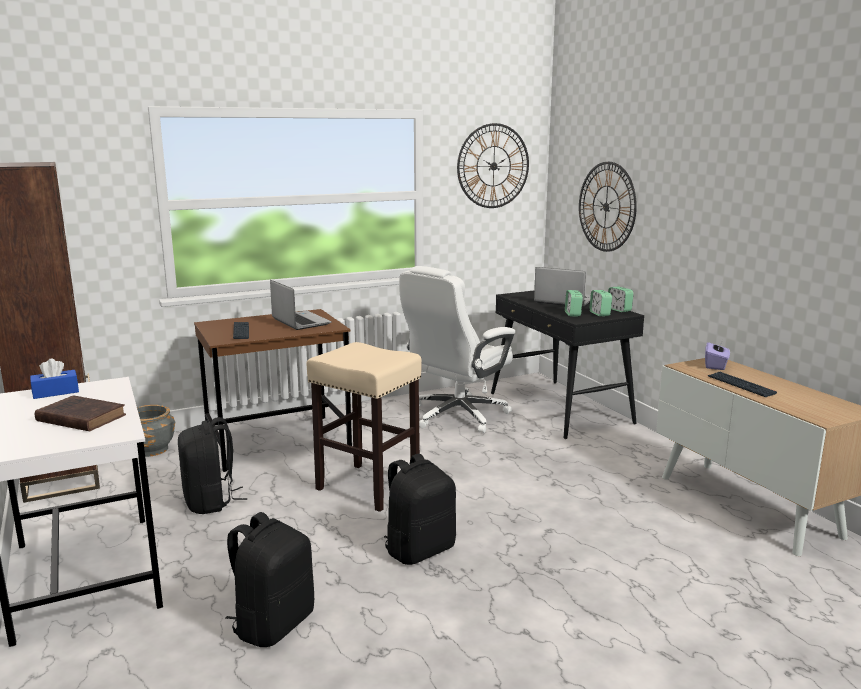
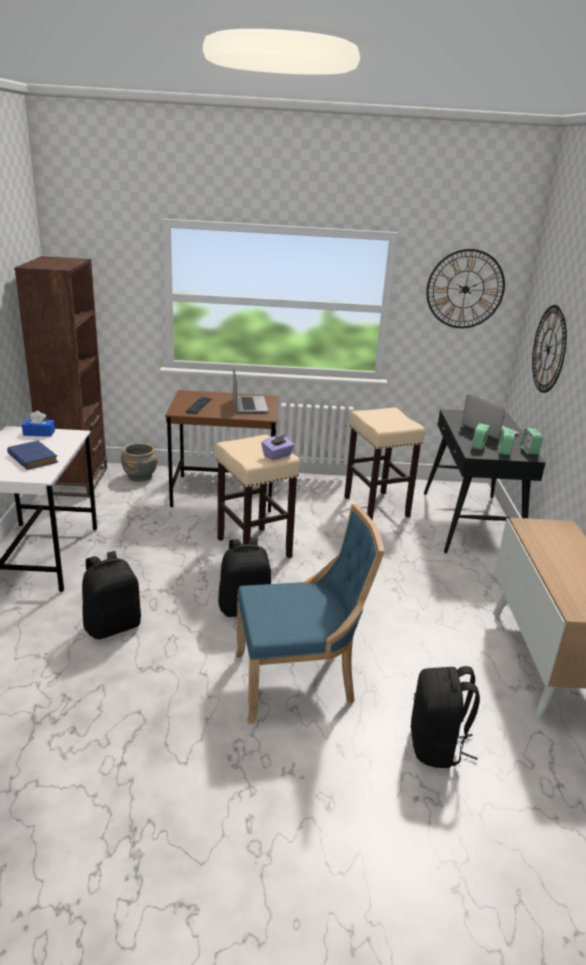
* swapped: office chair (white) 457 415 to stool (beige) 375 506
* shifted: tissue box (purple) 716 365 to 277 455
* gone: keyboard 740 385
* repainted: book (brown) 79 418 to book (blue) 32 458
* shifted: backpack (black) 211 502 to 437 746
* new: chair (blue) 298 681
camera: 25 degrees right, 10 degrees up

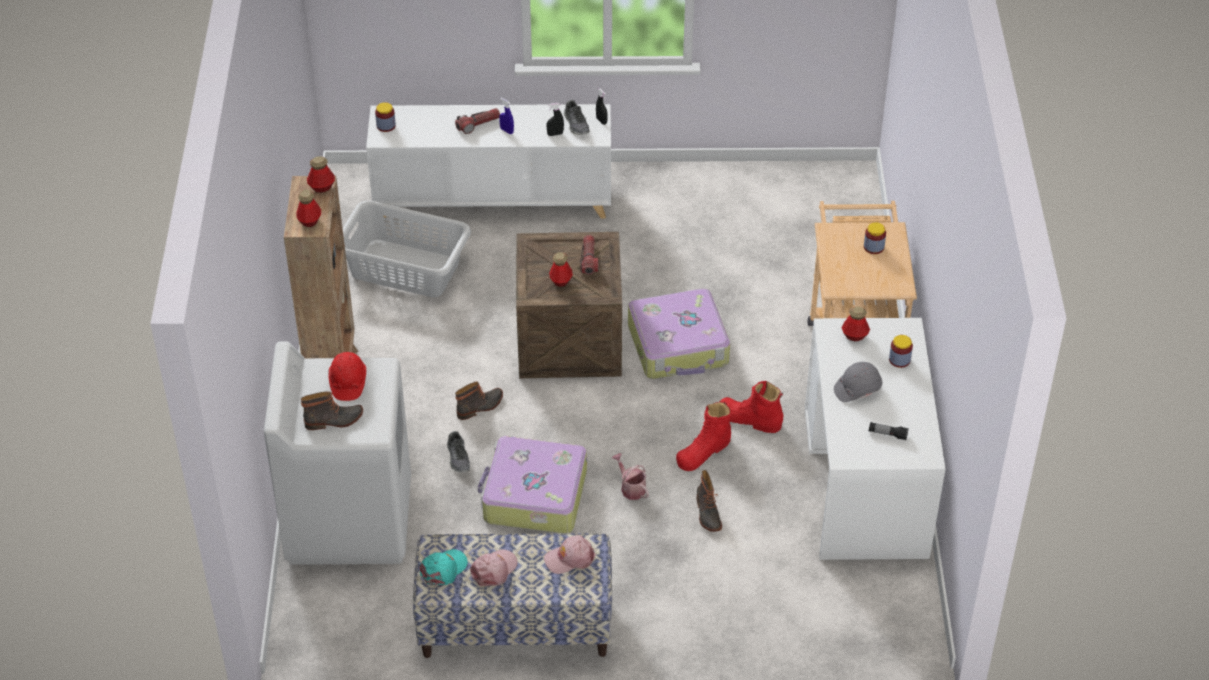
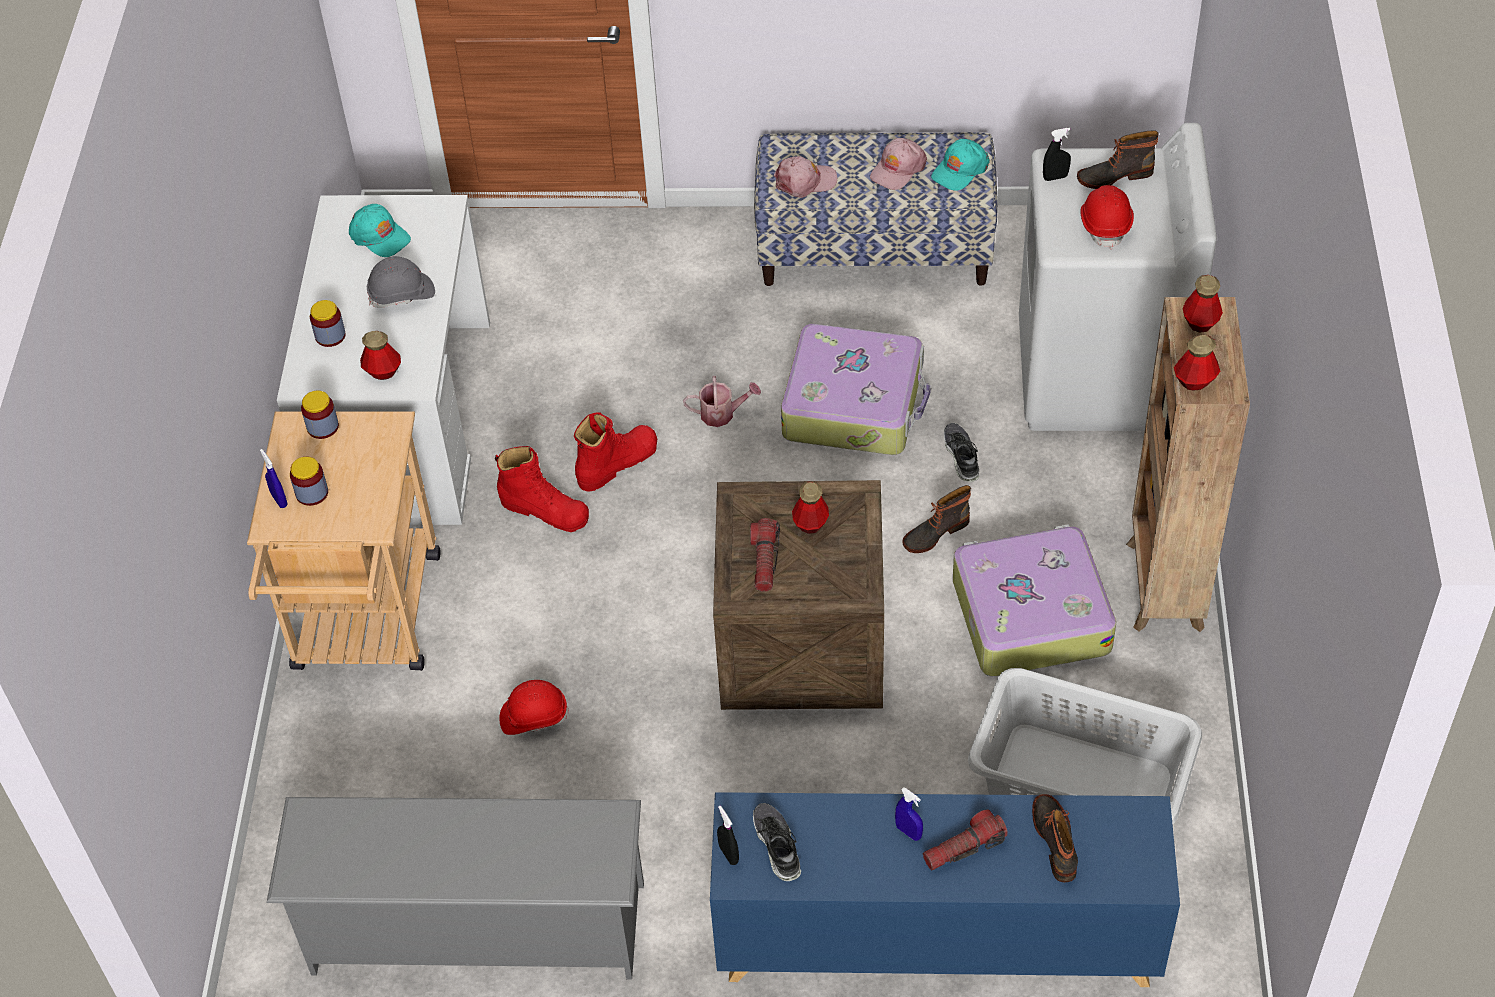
* shifted: jar 386 126 to 322 427
* shifted: spray bottle (black) 555 134 to 1055 177
* repainted: cabinet (white) 494 200 to cabinet (blue) 935 939
* shifted: suitcase 679 345 to 1029 614
* swapped: flashlight 887 434 to cap (turquoise) 380 236
* rotated: watering can 631 488 = 722 414 60 degrees counterclockwise
* shifted: boot 707 514 to 1056 841
* new: spray bottle (blue) 279 500
* new: hard hat (red) 533 716
* new: shoe rack (grey) 476 929
camera: 175 degrees left, 5 degrees up

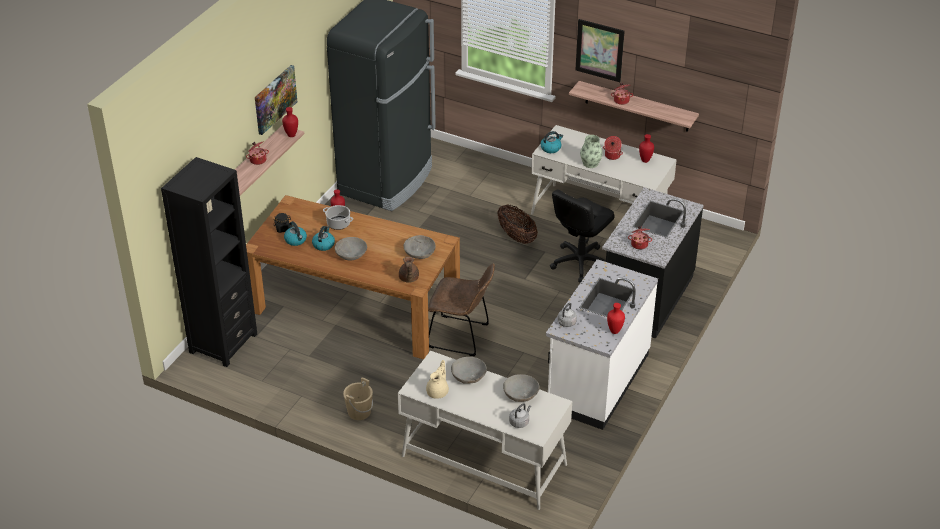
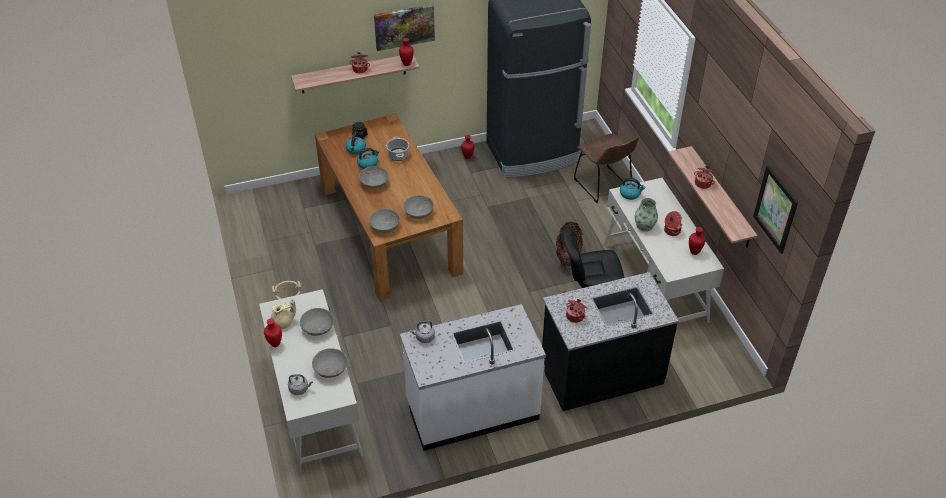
* shifted: picture 599 50 to 775 209
* gone: bookcase (black) 223 343
* swapped: teapot (brown) 408 279 to bowl (grey) 384 226
* shifted: chair (brown) 461 336 to 604 186
* shifted: vase (red) 615 331 to 276 344
camera: 45 degrees right, 5 degrees up

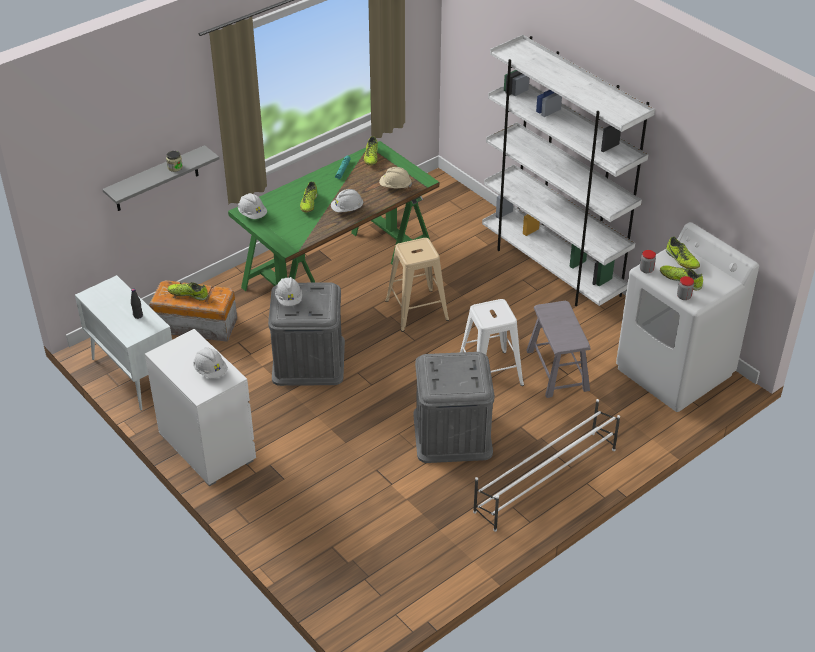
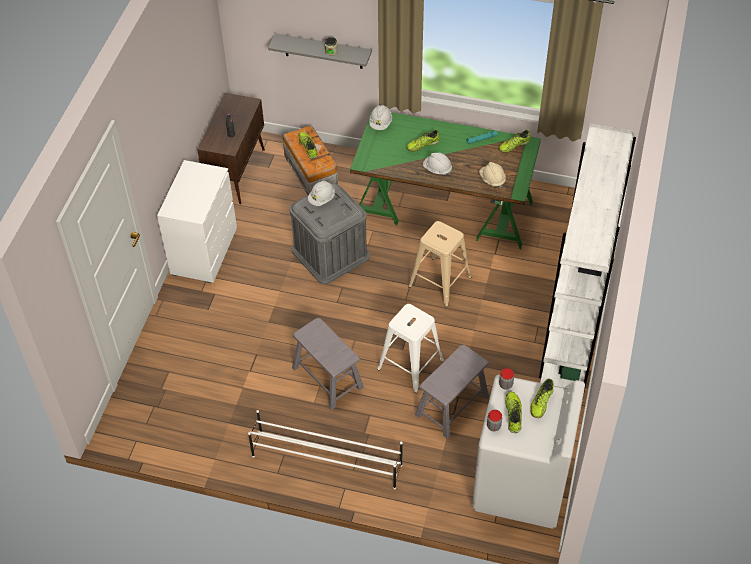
* repainted: cabinet (white) 133 374 to cabinet (brown) 237 173
* gone: hard hat (white) 210 371
* swapped: storage box (grey) 452 433 to stool (grey) 327 377
camera: 55 degrees right, 10 degrees up

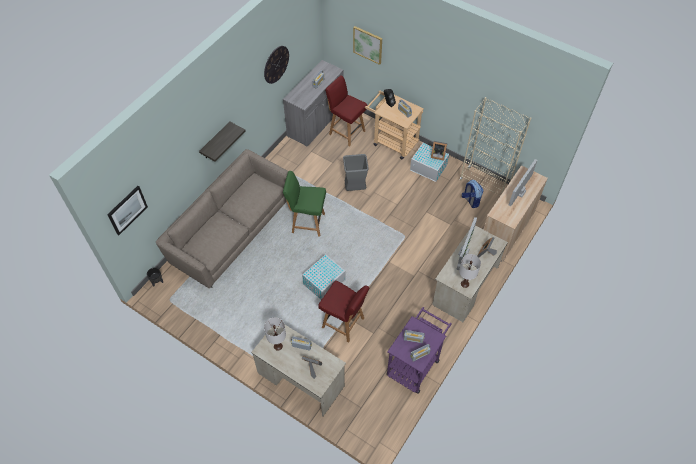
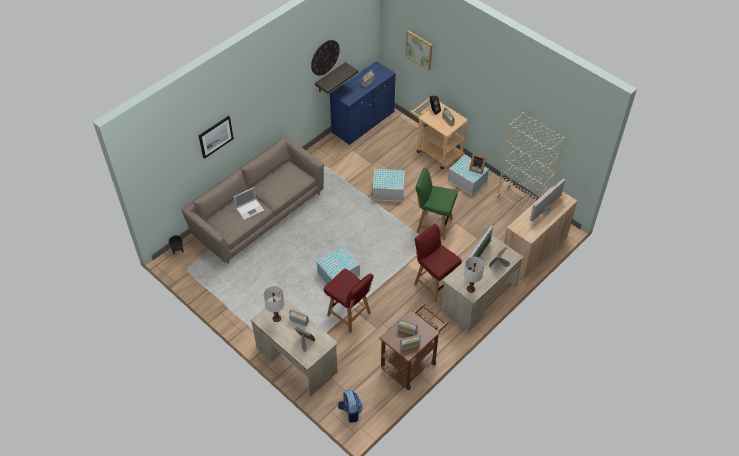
* repainted: cabinet (grey) 315 122 to cabinet (blue) 363 122
* shifted: chair (red) 346 132 to 434 284
* shifted: shelf 215 141 to 330 78
* swapped: trash can (grey) 355 189 to storage box (white) 389 191
* shifted: chair (green) 307 223 to 433 225
* shifted: backpack 470 200 to 350 412
* shifted: picture 127 210 to 215 136
* repainted: cart (purple) 415 363 to cart (brown) 411 362
* new: laptop 250 209
camera: 10 degrees right, 5 degrees down

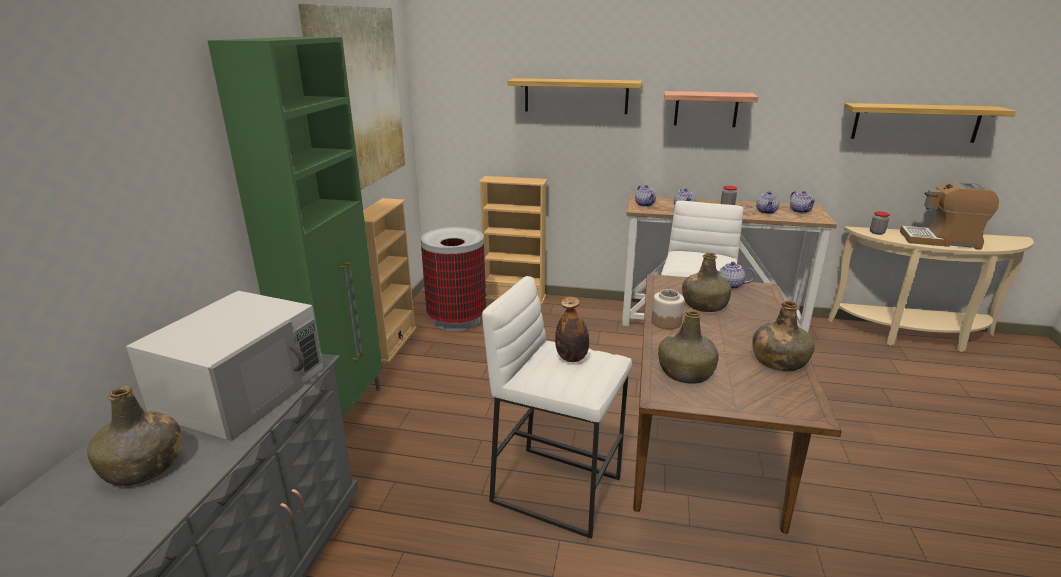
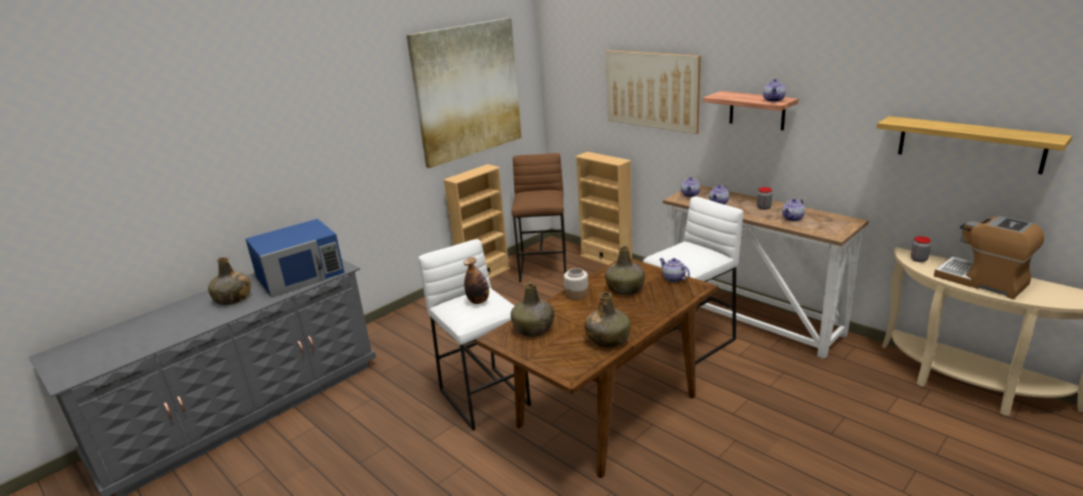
* gone: cabinet (green) 342 412
* swapped: shelf 576 96 to picture 652 90
* shifted: teapot 800 211 to 774 100
* swapped: trash can 457 319 to stool (brown) 544 268
* repainted: microwave (white) 243 390 to microwave (blue) 301 275
camera: 35 degrees right, 0 degrees up

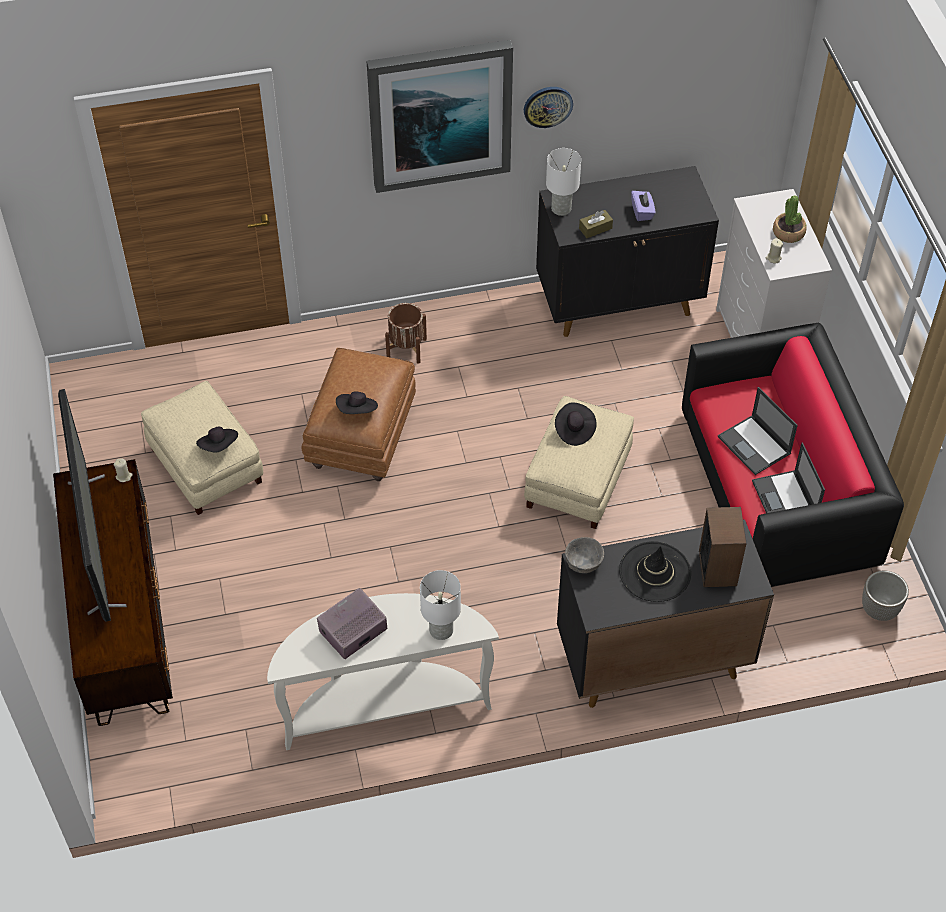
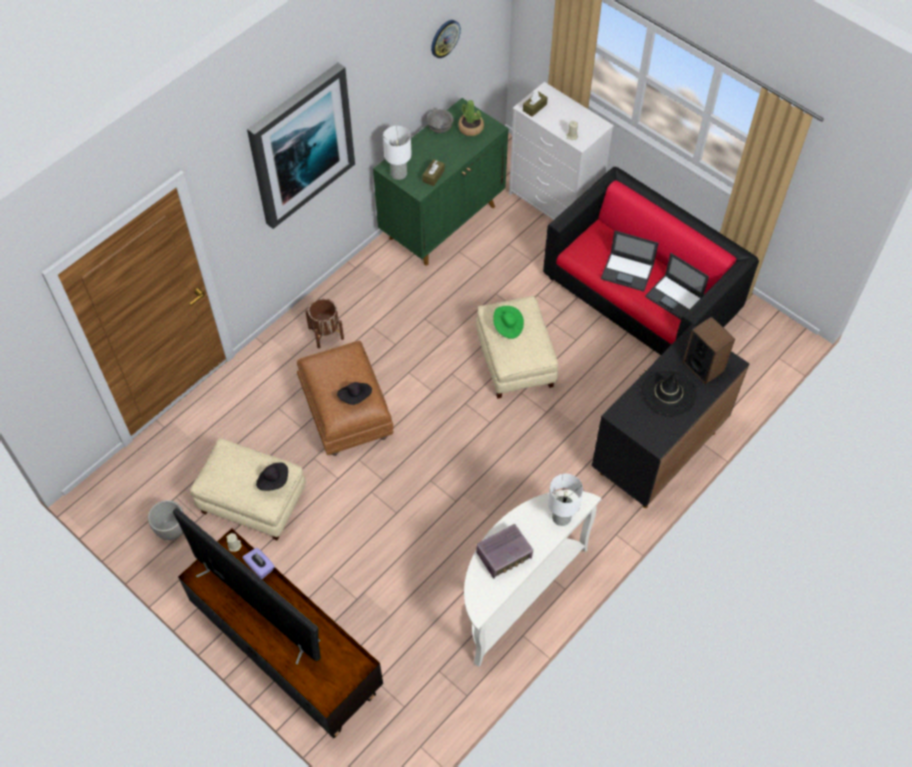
* shifted: wall clock 547 106 to 444 38
* repainted: cabinet (black) 620 302 to cabinet (green) 443 221
* shifted: tissue box (purple) 642 212 to 260 567
* shifted: potted plant 788 232 to 471 128
* repainted: hat (black) 574 430 to hat (green) 507 326
* shifted: bowl (grey) 583 563 to 440 128
* shifted: planter 880 610 to 172 530
* rotated: radio 352 631 = 504 555 135 degrees counterclockwise
* new: tissue box (brown) 534 107
camera: 35 degrees left, 5 degrees up

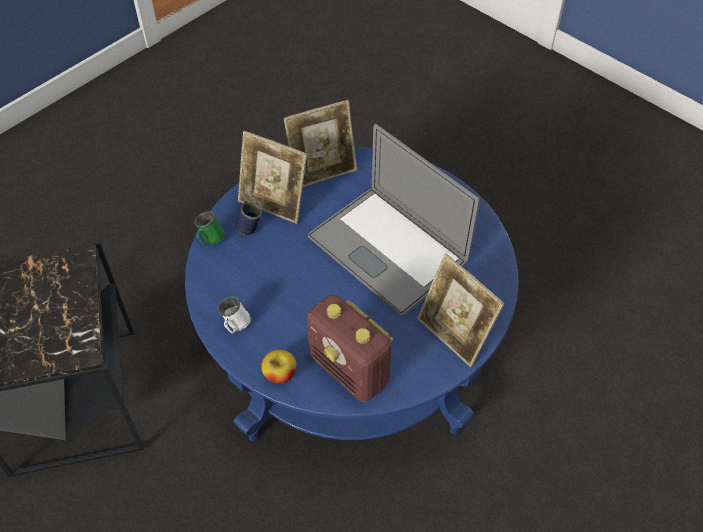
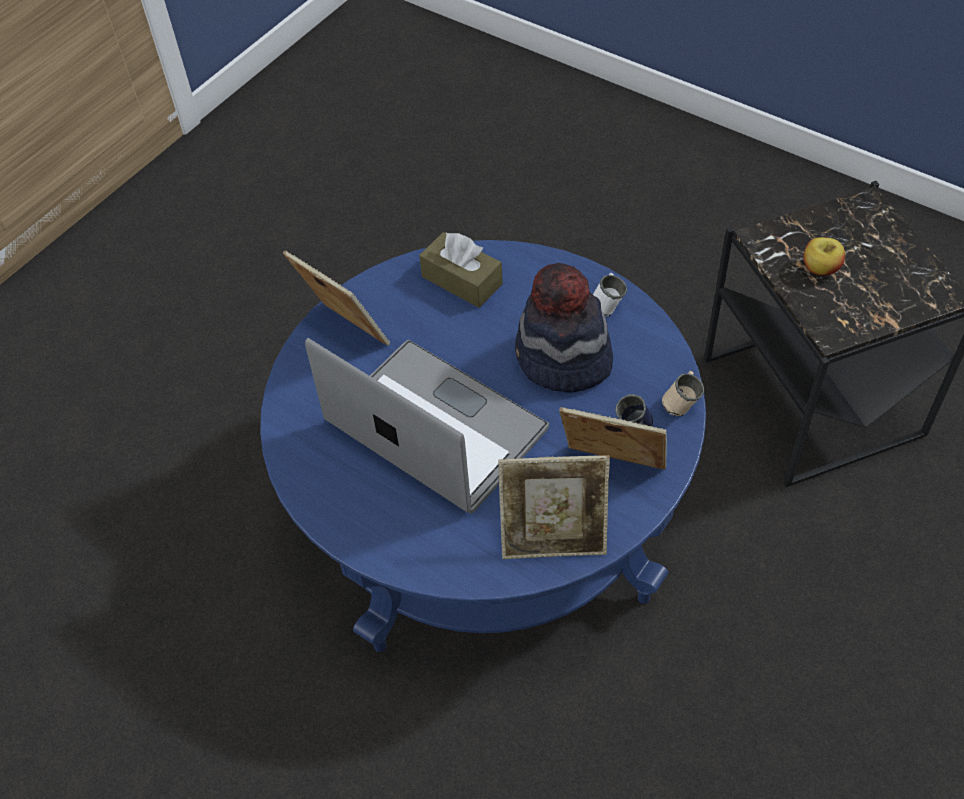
* rotated: picture frame 322 171 = 553 539 150 degrees counterclockwise
* repainted: mug (green) 210 240 to mug (beige) 681 404
* swapped: radio 350 370 to tissue box (brown) 462 280
* shifted: apple 280 374 to 820 268
* new: hat 563 360
camera: 175 degrees right, 0 degrees up

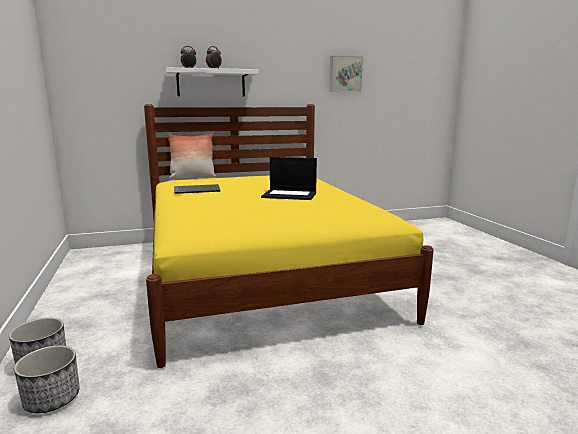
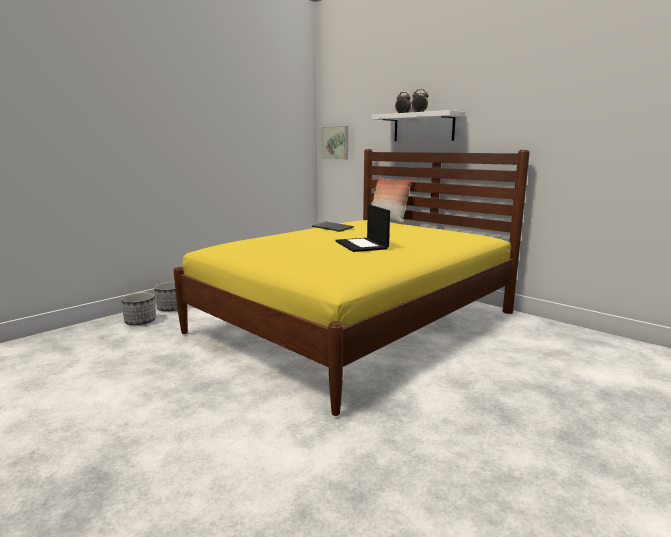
* shifted: picture 345 74 to 336 143
camera: 60 degrees right, 0 degrees up

